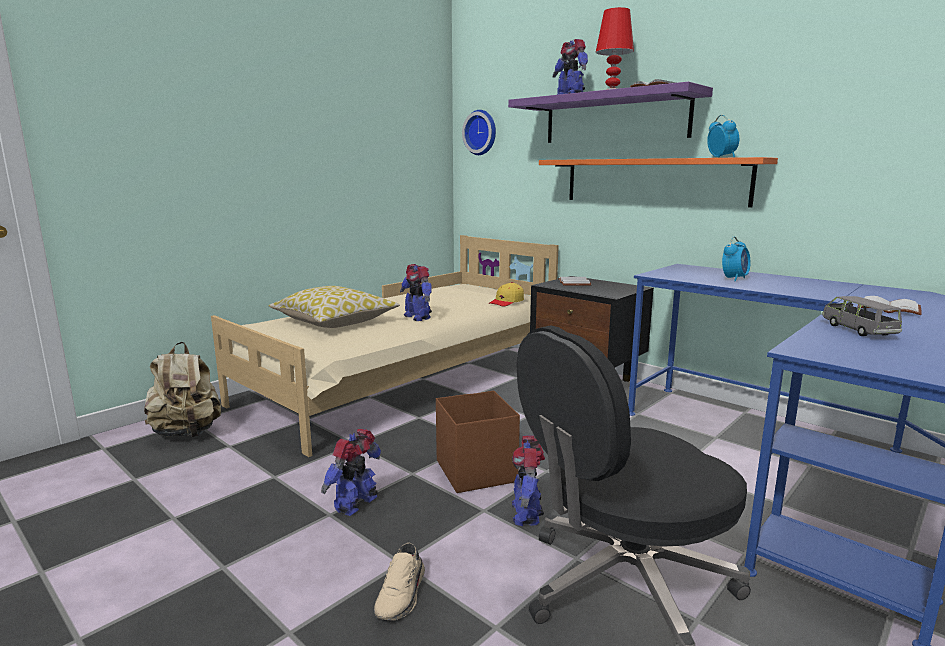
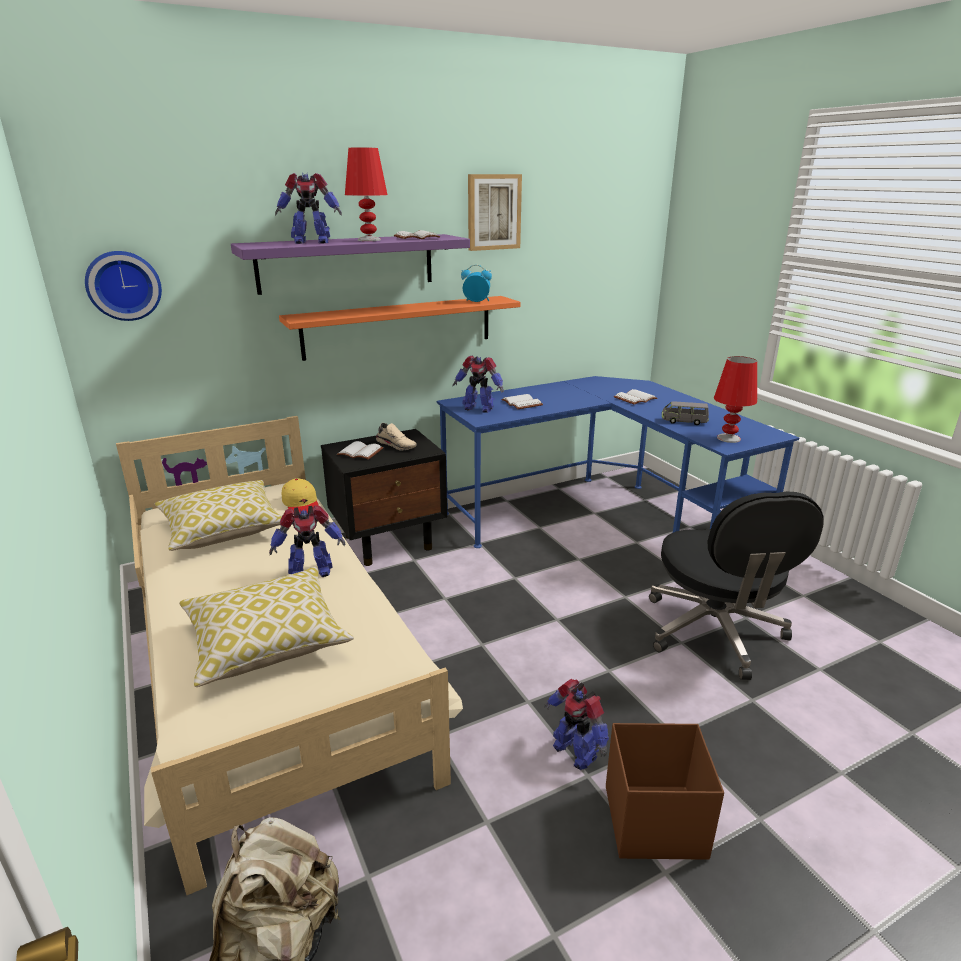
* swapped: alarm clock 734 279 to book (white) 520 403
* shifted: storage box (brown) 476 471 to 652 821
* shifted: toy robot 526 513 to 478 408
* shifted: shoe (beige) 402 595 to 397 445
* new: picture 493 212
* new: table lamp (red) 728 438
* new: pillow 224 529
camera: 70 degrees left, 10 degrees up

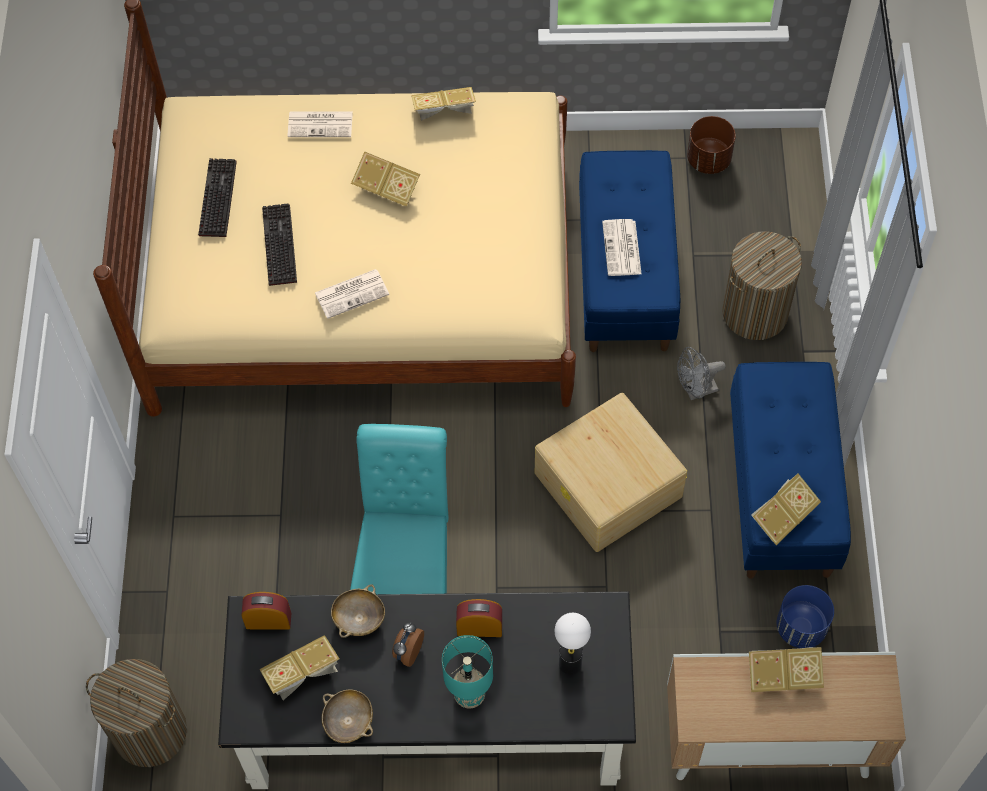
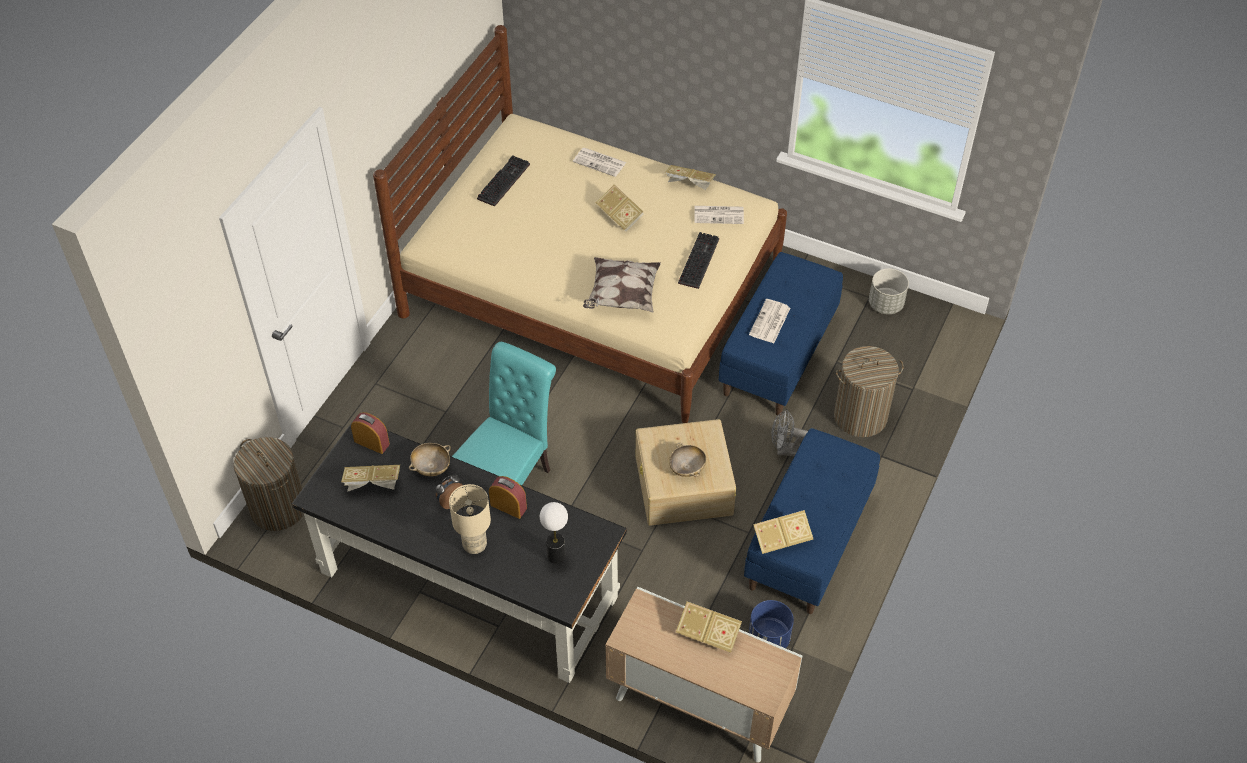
* repainted: planter (brown) 708 159 to planter (grey) 885 304
* shifted: keyboard 277 244 to 697 260
* shifted: newspaper 352 293 to 719 215
* repainted: table lamp (turquoise) 470 695 to table lamp (beige) 475 546
* shifted: bowl (beige) 348 721 to 687 468
* new: pillow 622 295
camera: 25 degrees right, 10 degrees down

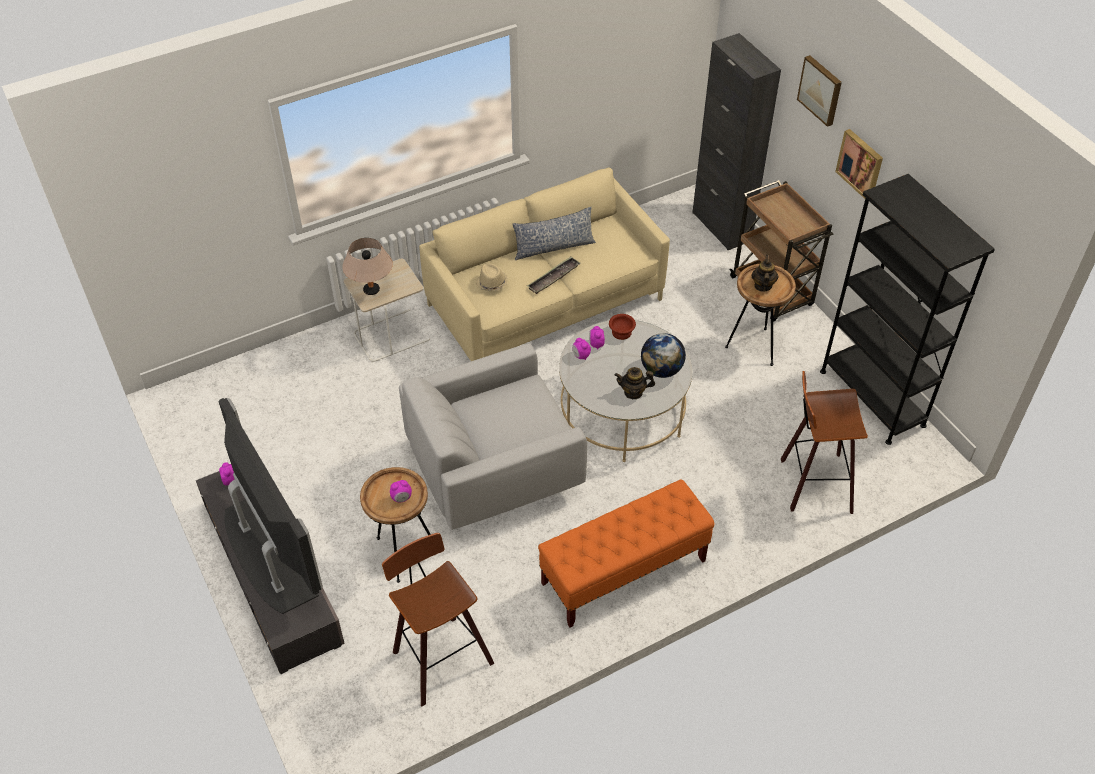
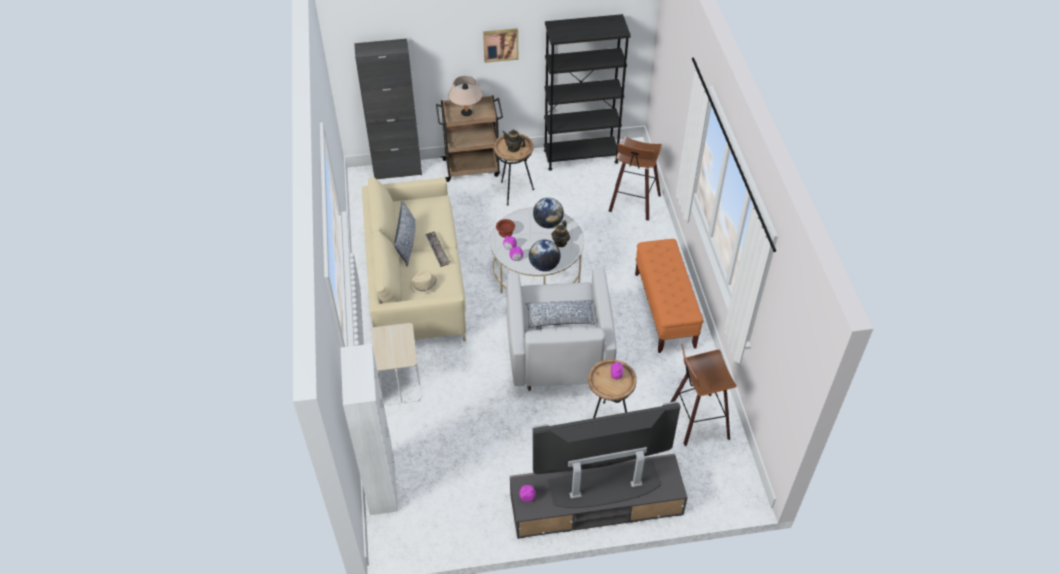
* gone: picture 821 90
* shifted: table lamp (beige) 371 290 to 466 113
* new: globe 544 266
* new: pillow 560 318
* new: cabinet (white) 382 486
camera: 70 degrees left, 0 degrees up

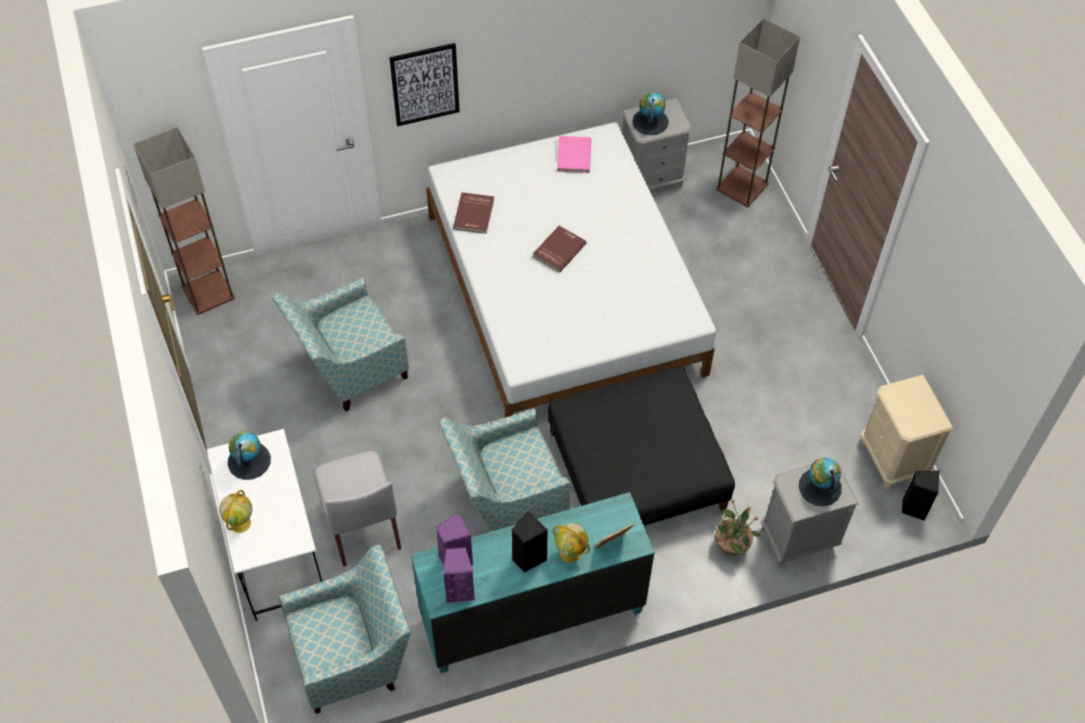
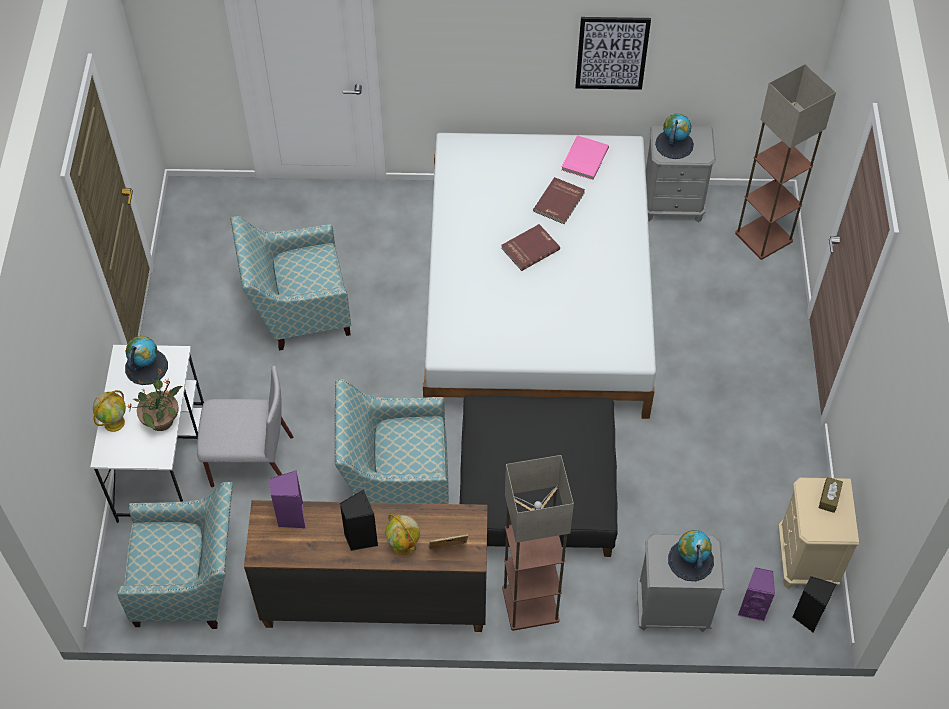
* shifted: picture 425 84 to 612 53
* shifted: floor lamp 208 293 to 530 605
* shifted: book (red) 475 214 to 560 202
* rotated: chair (grey) 361 523 = 250 461 90 degrees counterclockwise
* repainted: dresser (turquoise) 531 614 to dresser (brown) 374 599
* shifted: potted plant 732 544 to 162 420
* shifted: speaker (purple) 460 590 to 752 608
* new: tissue box (brown) 829 498
camera: 20 degrees right, 0 degrees up

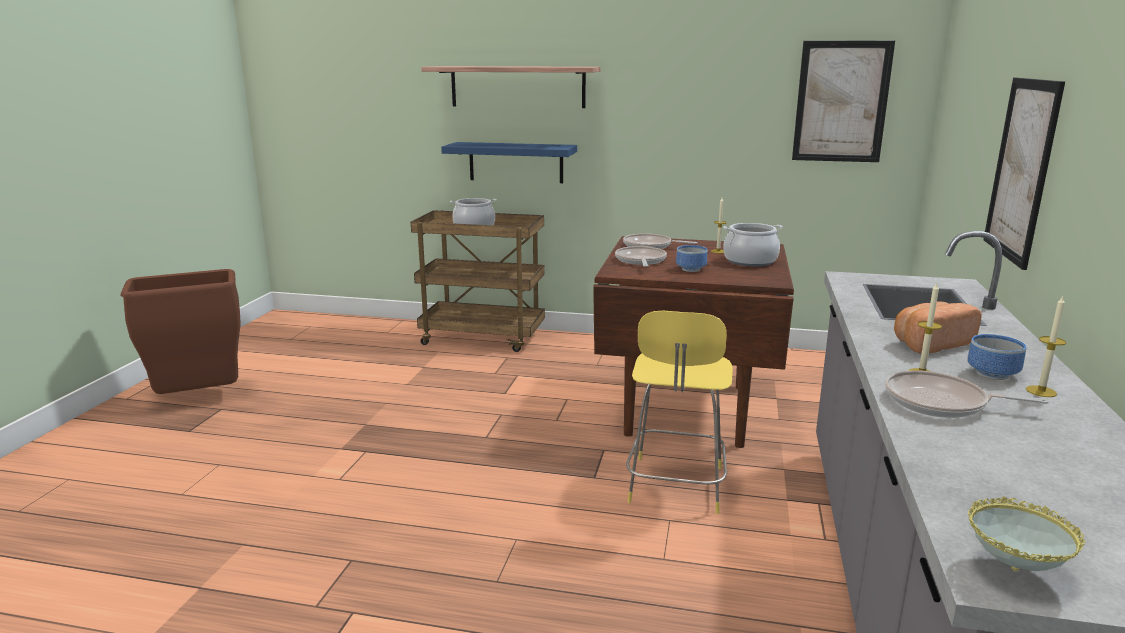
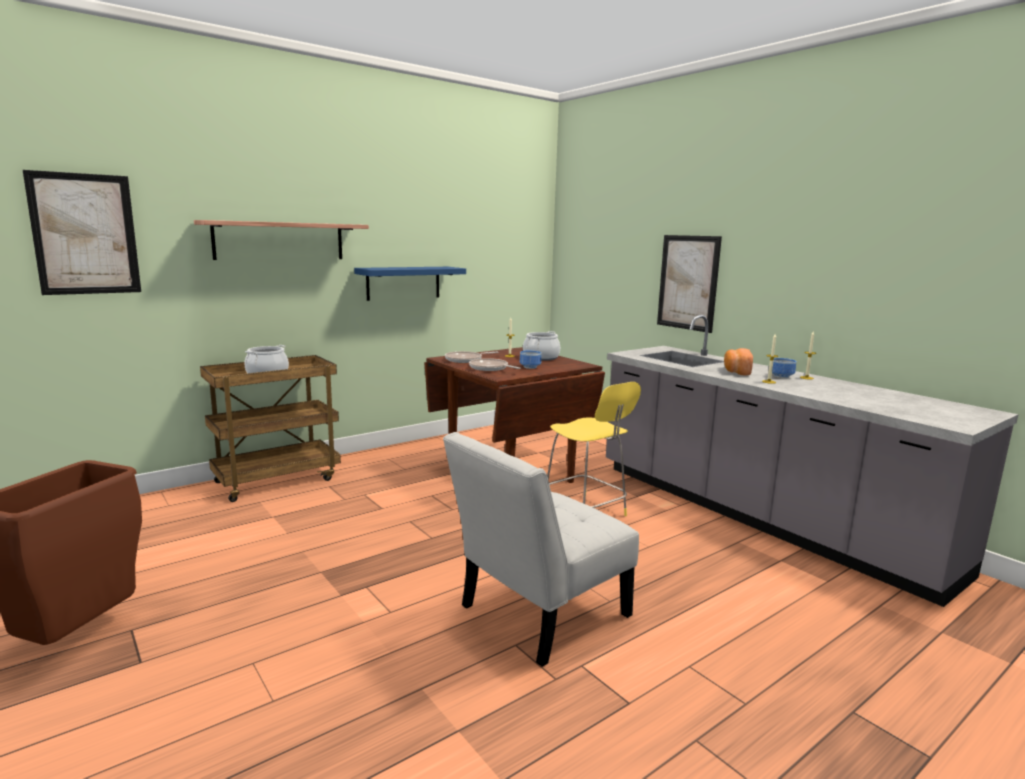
* shifted: picture 841 102 to 85 234
* shifted: shelf (blue) 516 162 to 403 283
* gone: frying pan 941 403
* gone: bowl 1014 570
* new: chair (white) 538 614
camera: 50 degrees left, 5 degrees down

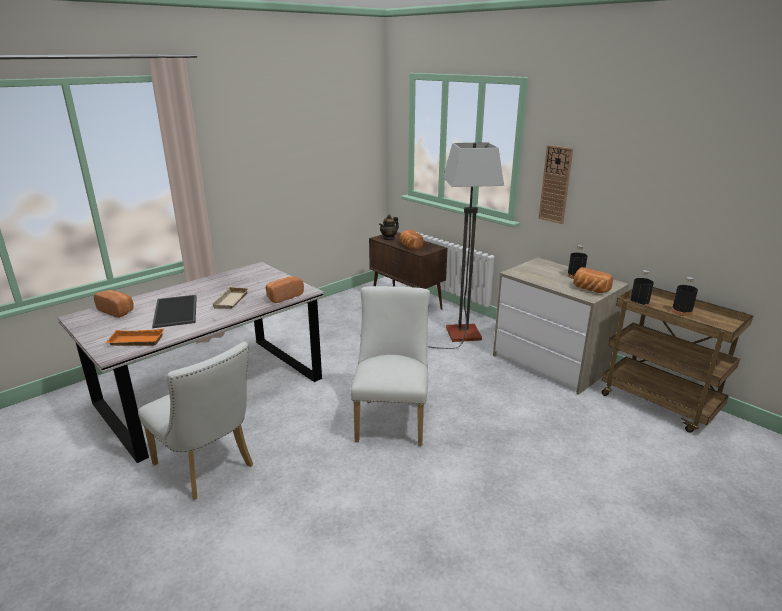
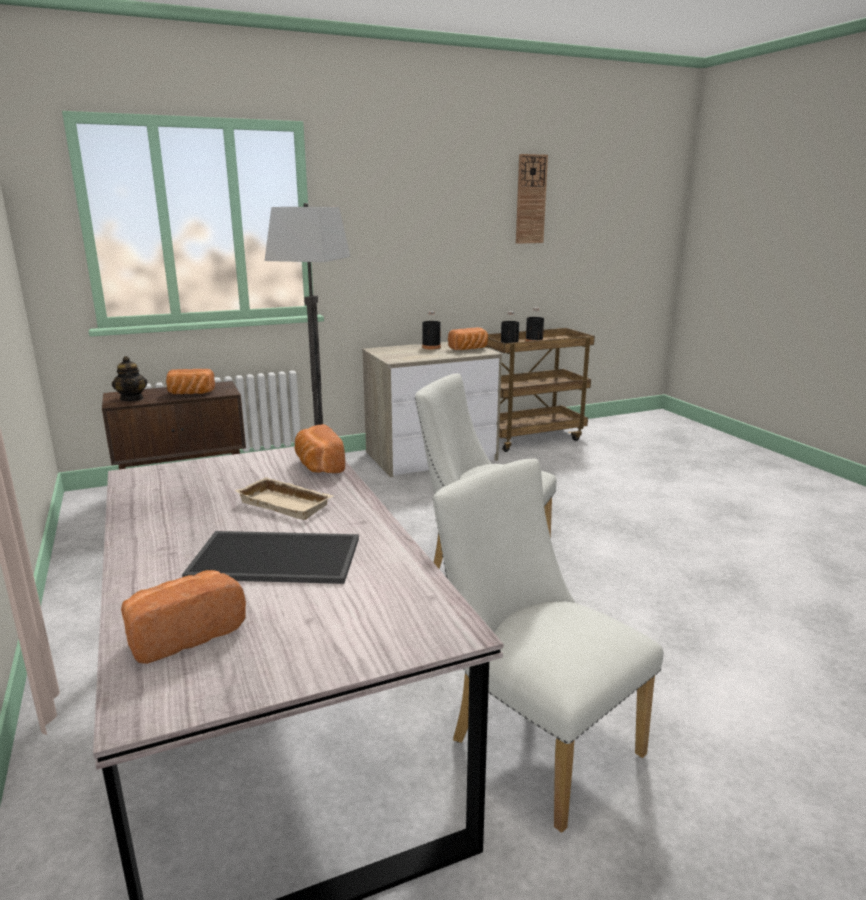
* shifted: wall clock 555 184 to 530 199
* gone: tray (orange) 135 342
* rotated: chair (white) 208 468 = 534 741 105 degrees counterclockwise
camera: 70 degrees left, 5 degrees down

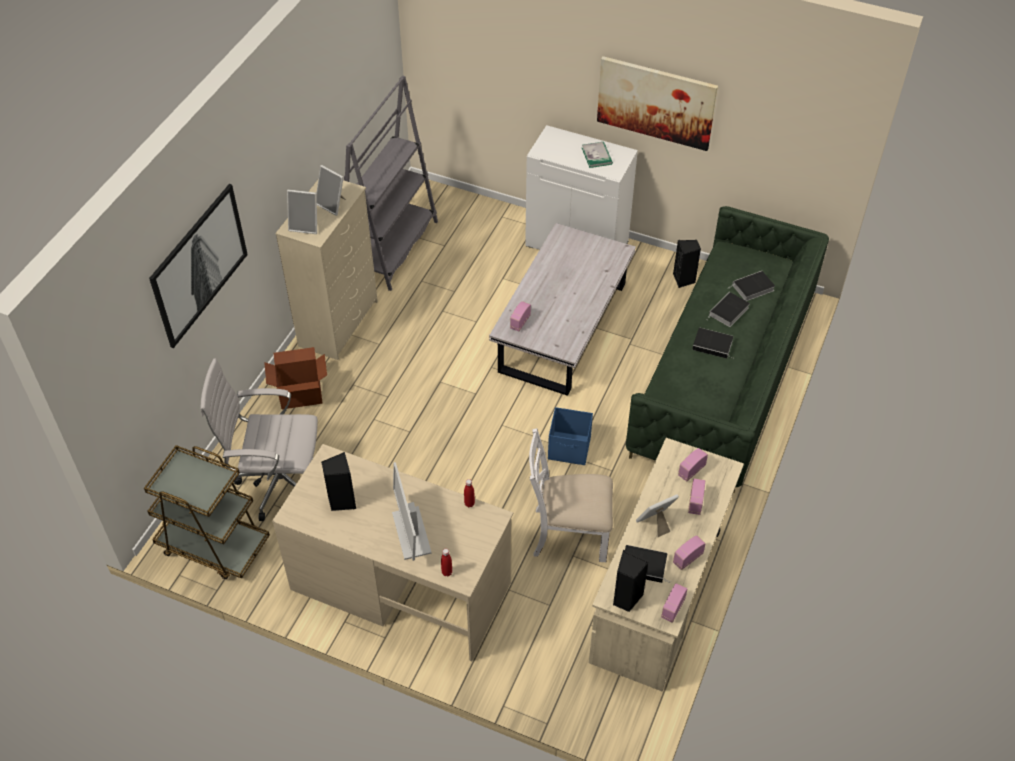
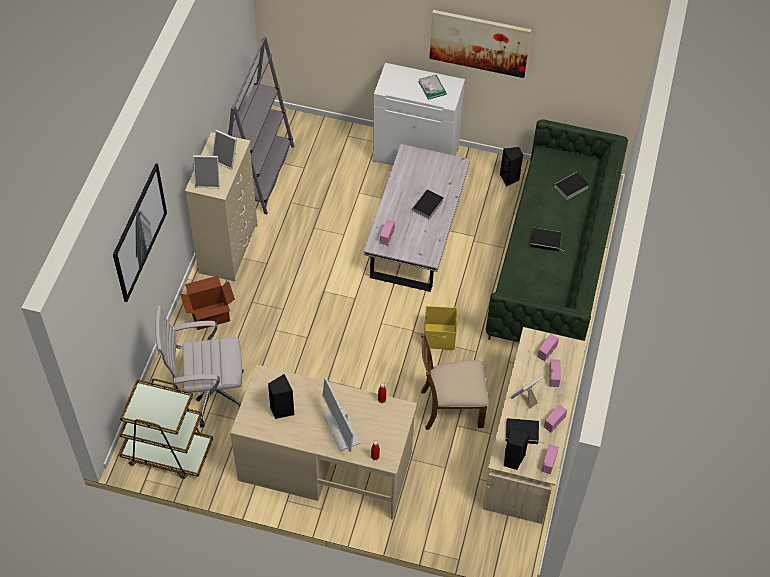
* shifted: book 728 312 to 427 206
* repainted: storage box (blue) 570 449 to storage box (yellow) 439 337
* repainted: chair (white) 569 533 to chair (brown) 450 407
camera: 10 degrees left, 5 degrees up

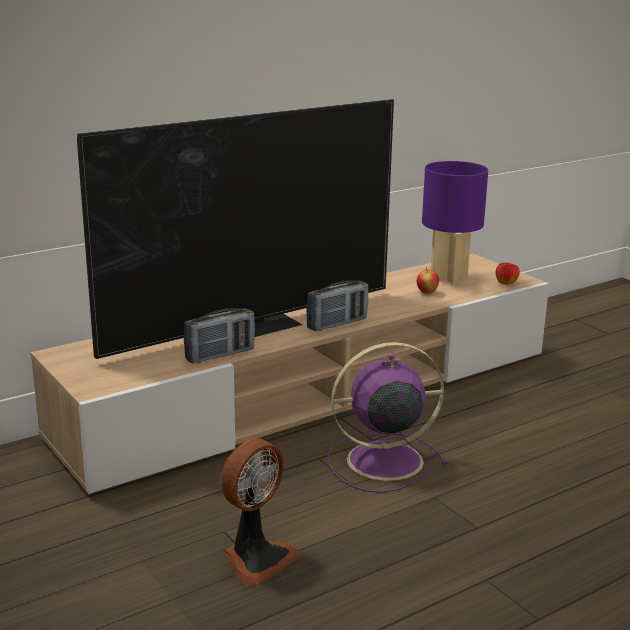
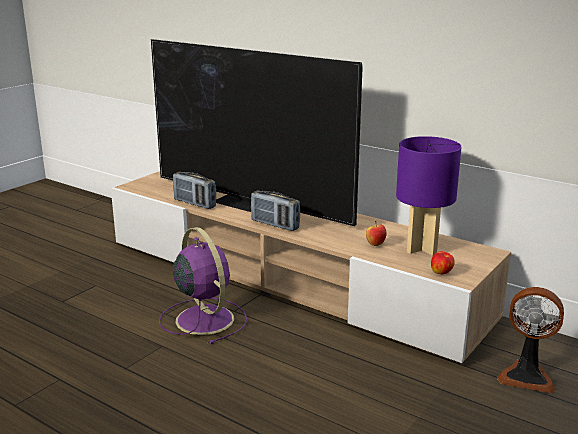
* shifted: fan 256 559 to 527 376
camera: 70 degrees right, 0 degrees up

